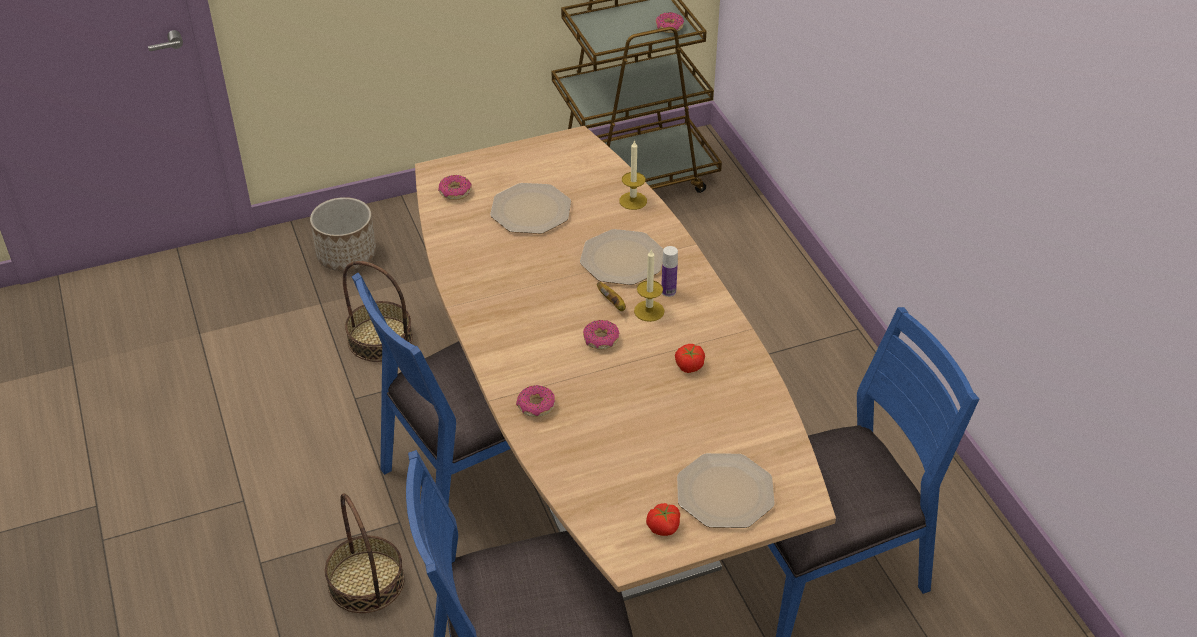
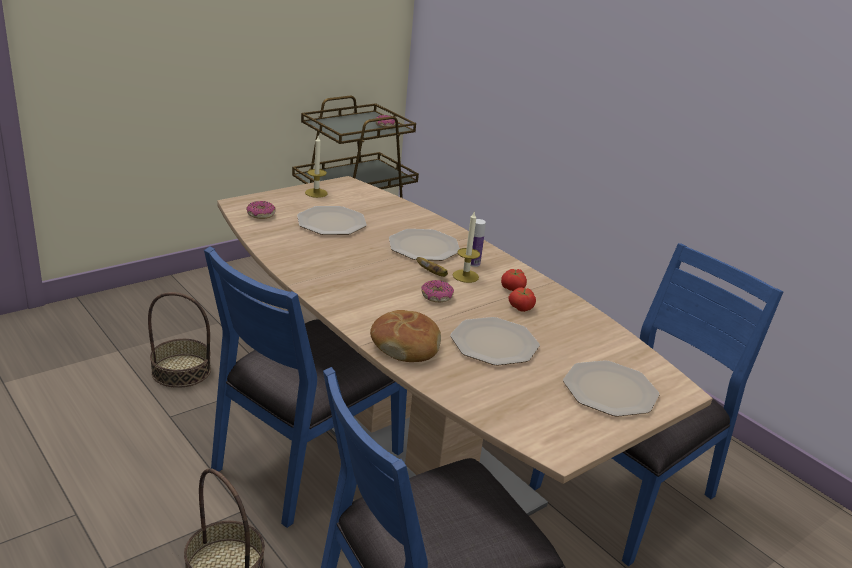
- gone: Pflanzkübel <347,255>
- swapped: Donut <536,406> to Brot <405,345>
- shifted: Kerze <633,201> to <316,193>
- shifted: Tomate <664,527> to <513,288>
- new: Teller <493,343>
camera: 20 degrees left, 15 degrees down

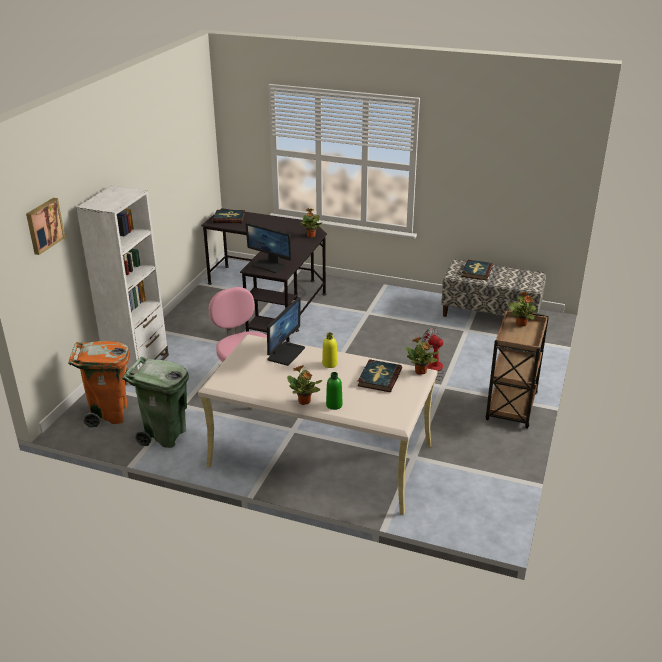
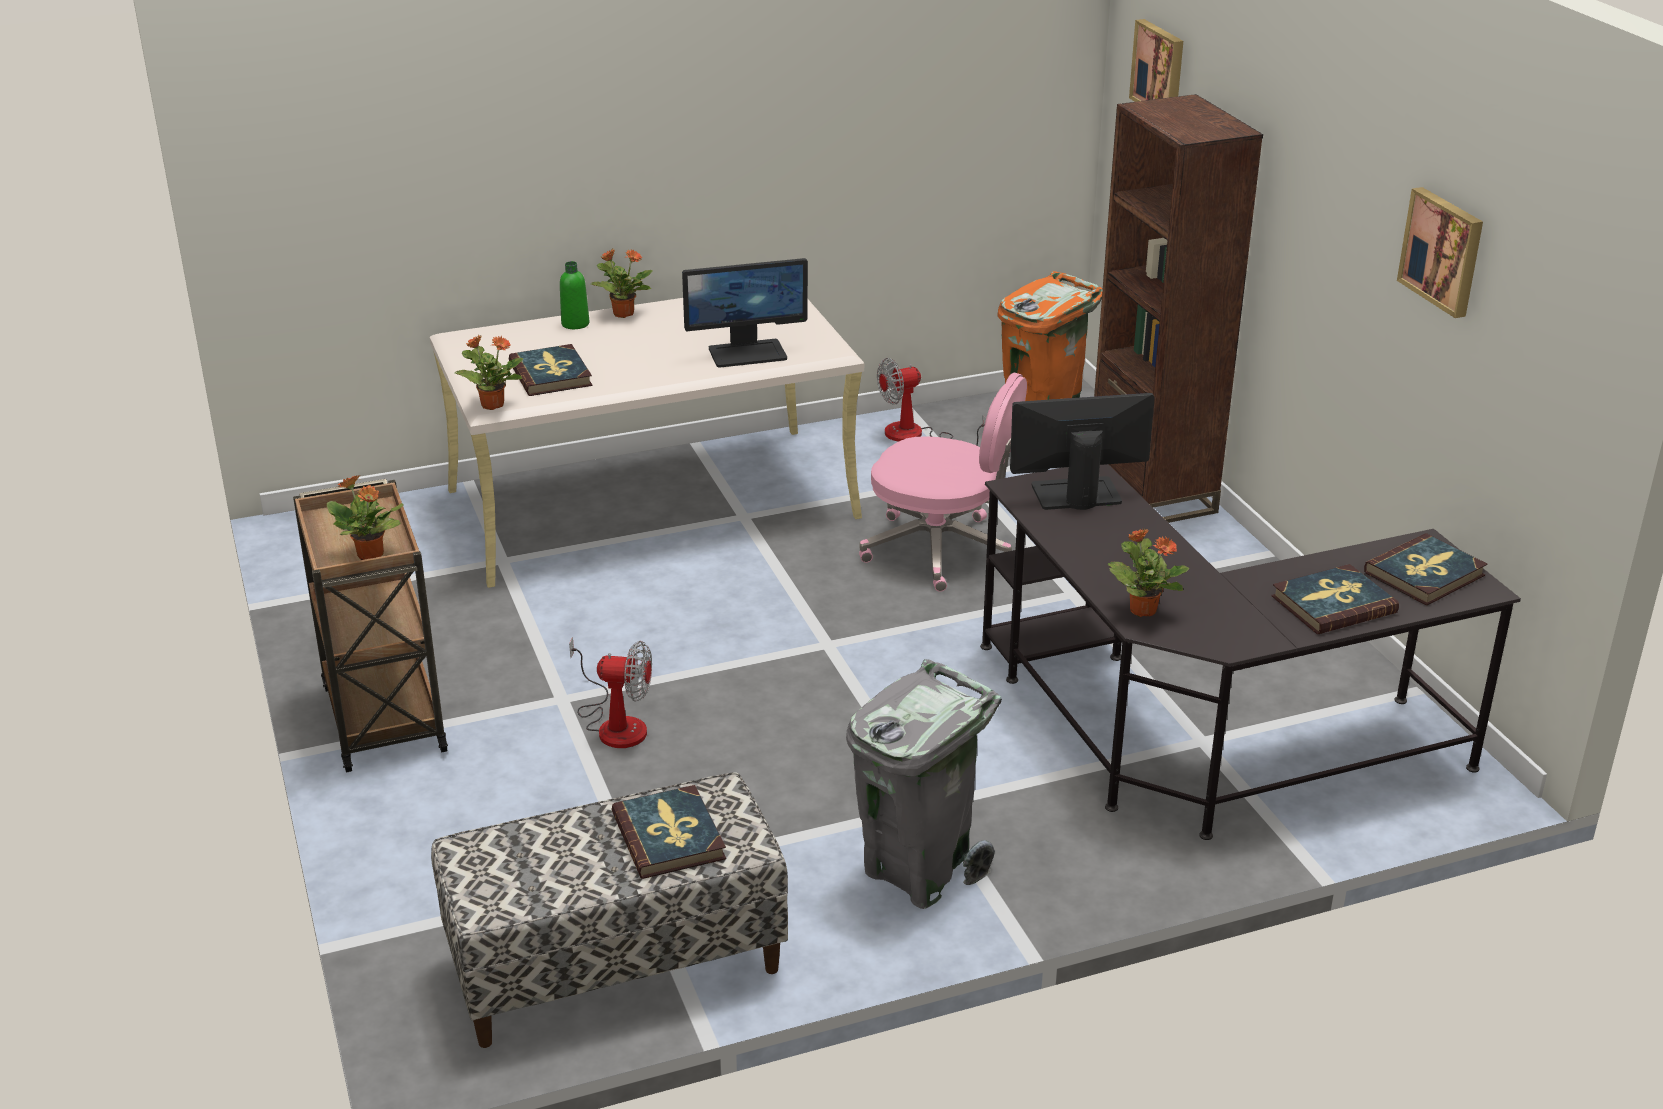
- repainted: Bücherregal/weiß <138,366> to Bücherregal/braun <1151,492>
- swapped: Mülleimer/grün <165,435> to Ventilator <916,436>
- rotated: Monitor <285,353> = <747,353> 90 degrees counterclockwise
- gone: Flasche/gelb <329,364>
- new: Mülleimer/grau <918,871>
- new: Buch <1333,604>
- new: Bild <1443,251>
camera: 140 degrees right, 0 degrees up

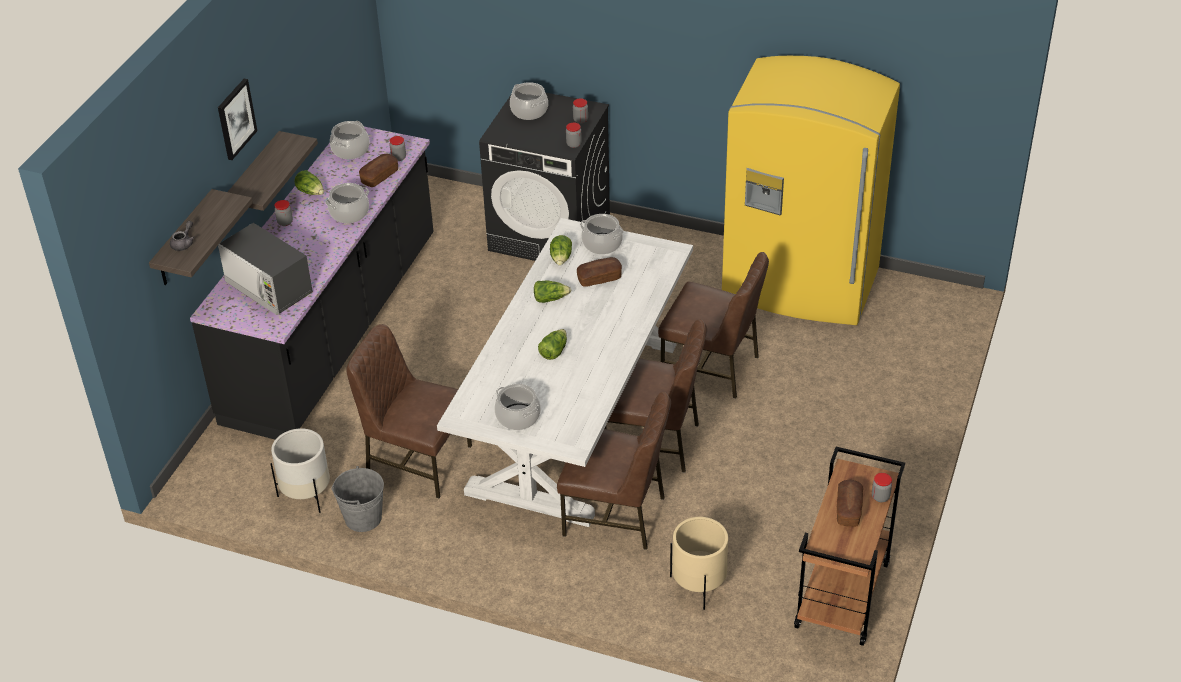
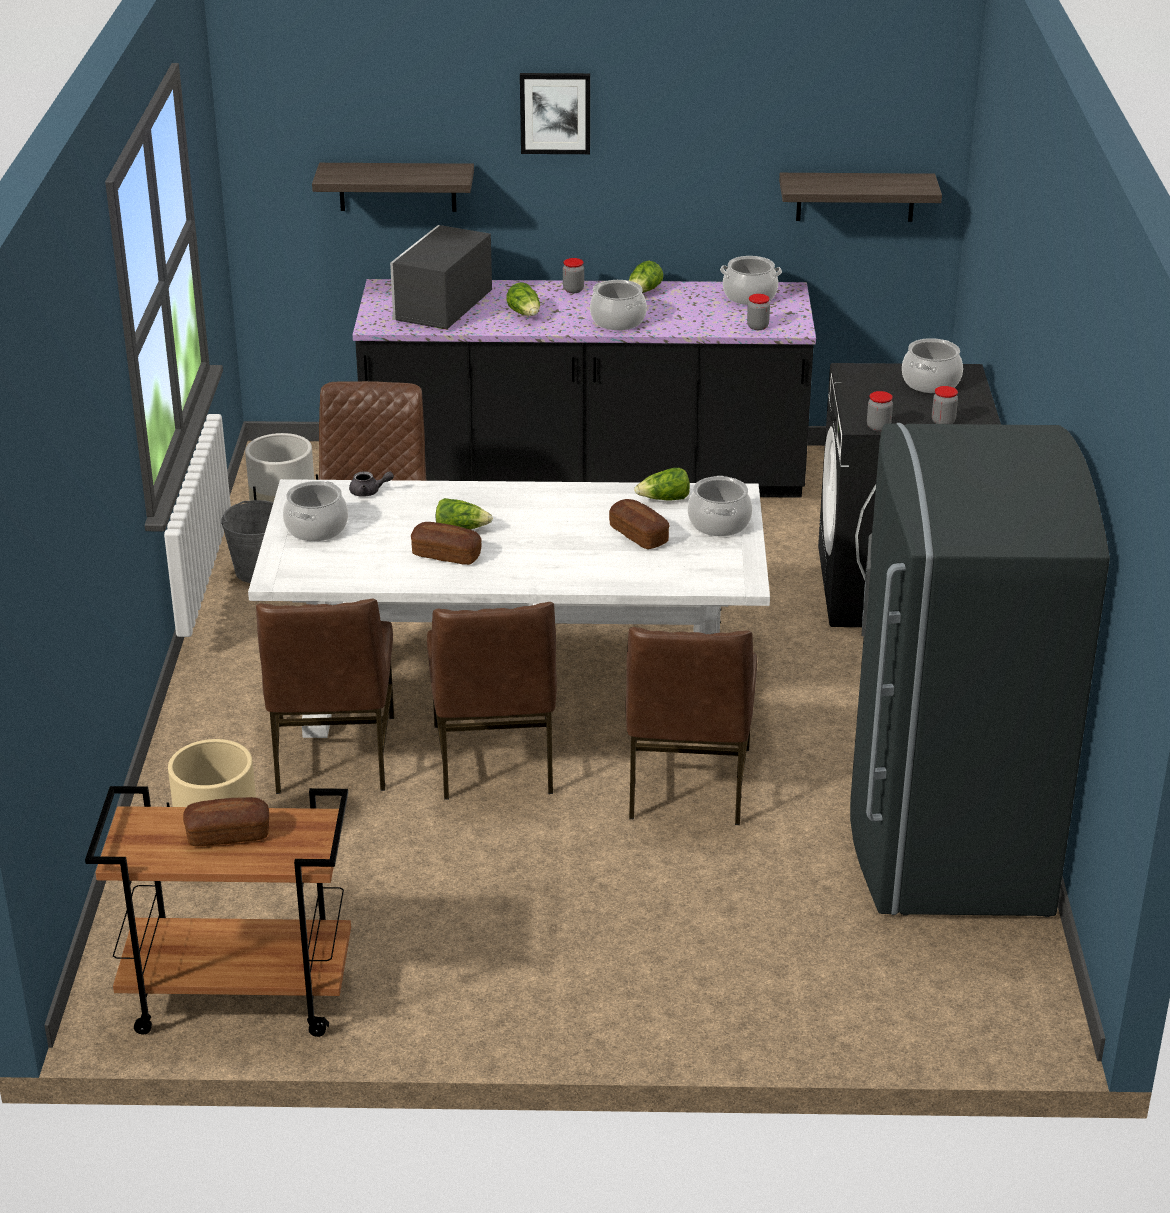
- shifted: Teekanne/grau <184,243> to <369,492>
- shifted: Wandregal <254,178> to <855,196>
- shifted: Brot <379,176> to <446,555>
- shifted: Salatkopf <550,298> to <525,314>
- repainted: Kühlschrank/gelb <800,286> to Kühlschrank/grau <944,839>
- gone: Vorratsglas <880,497>
camera: 70 degrees right, 10 degrees down

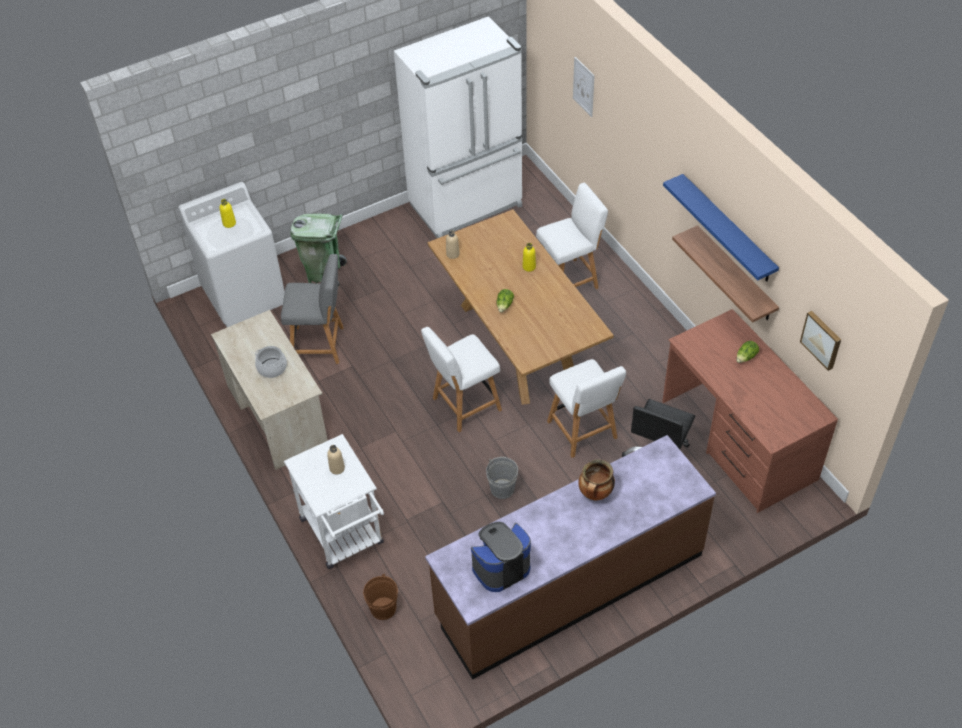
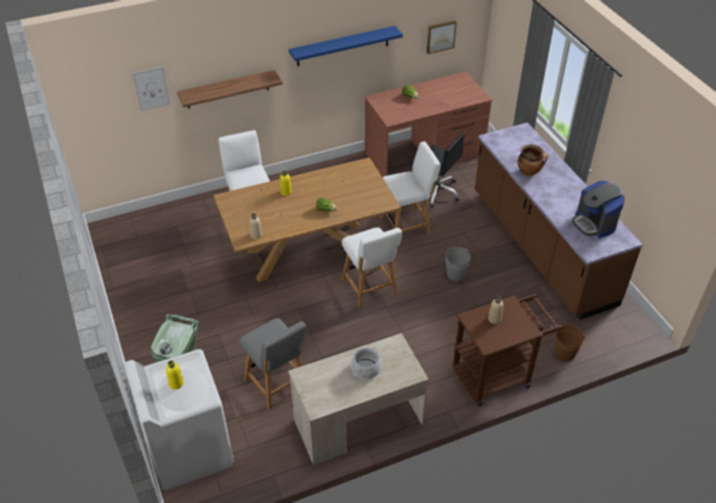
- rotated: Stuhl/grau <320,345> = <278,385> 135 degrees clockwise
- repainted: Rollwagen/weiß <345,536> to Rollwagen/braun <497,375>
- gone: Kühlschrank/weiß <467,206>
- shifted: Wandregal <735,274> to <227,89>
camera: 85 degrees left, 5 degrees down

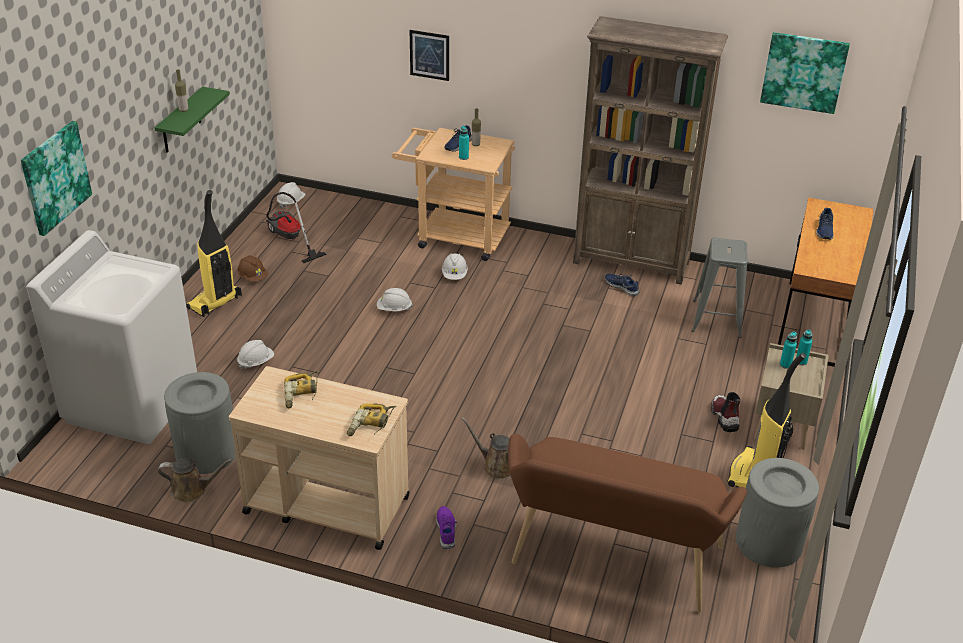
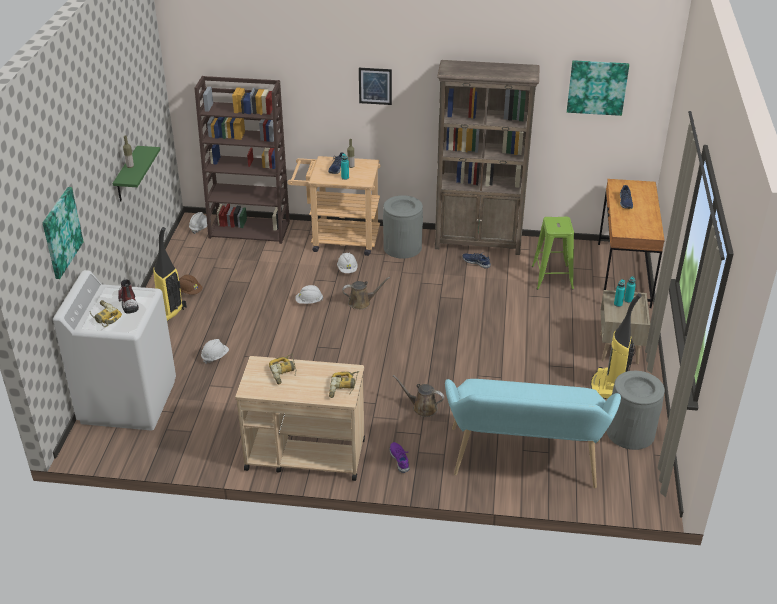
- shifted: Gießkanne/braun <192,490> to <362,302>
- shifted: Mülleimer/grau <207,452> to <402,247>
- gone: Staubsauger <289,239>
- shifted: Bild <429,55> to <375,86>
- repainted: Bank/braun <611,561> to Bank/türkis <524,463>
- repainted: Hocker/grau <716,319> to Hocker/grün <552,277>
- shifted: Stiefel <724,417> to <128,302>
- new: Bohrmaschine <104,317>
- new: Bücherregal/braun <250,229>
camera: 10 degrees left, 0 degrees up

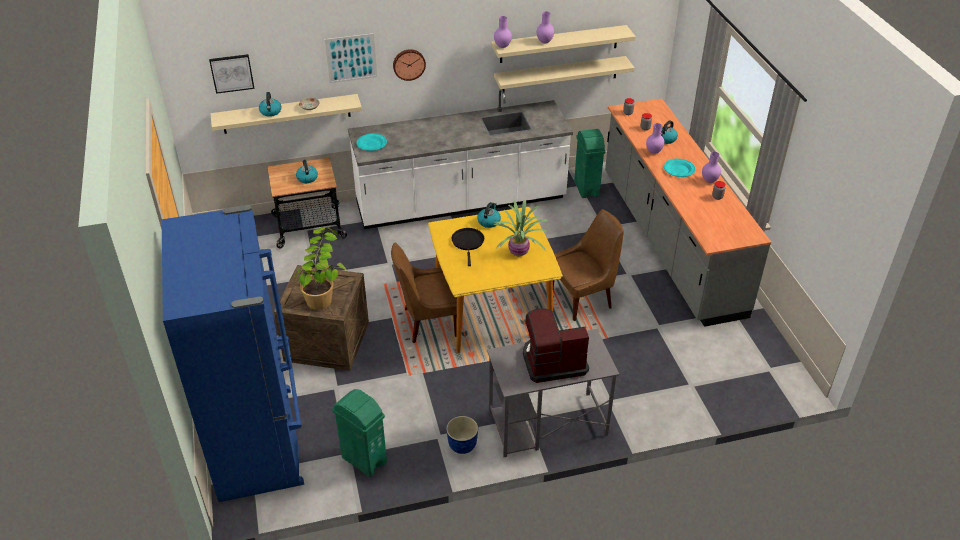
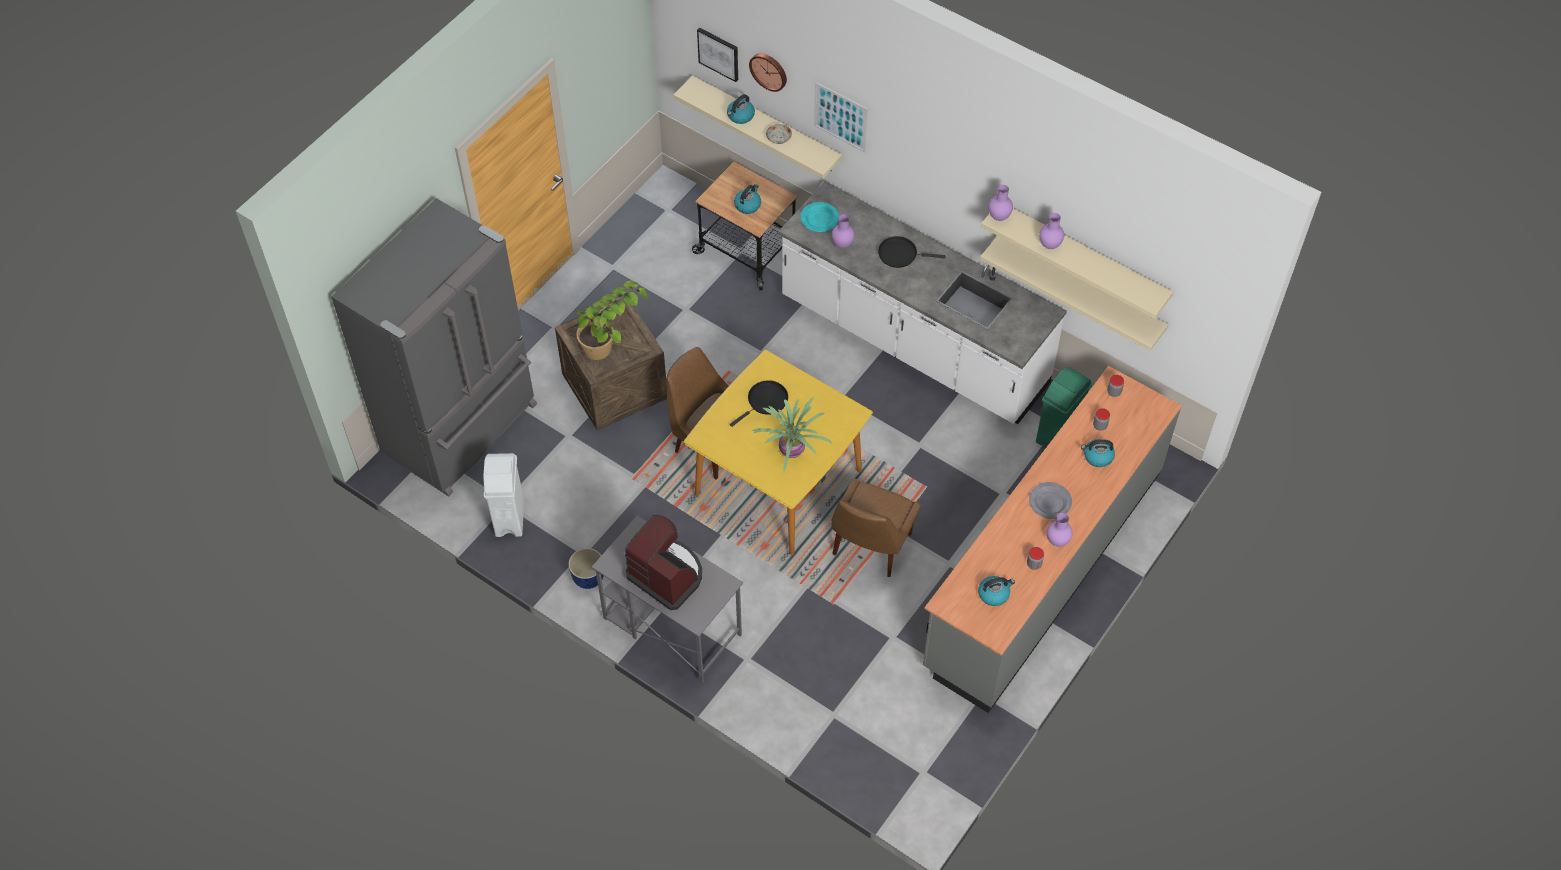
- repainted: Kühlschrank/blau <259,441> to Kühlschrank/grau <463,430>
- repainted: Mülleimer/grün <364,459> to Mülleimer/weiß <510,518>
- shifted: Wanduhr <409,64> to <769,71>
- shifted: Wasserkessel <489,221> to <994,594>
- rotated: Stuhl/braun <583,298> = <870,546> 90 degrees clockwise
- shifted: Vase/lila <654,152> to <842,244>
- repainted: Teller/türkis <679,169> to Teller/grau <1050,502>
- new: Pfanne/schwarz <900,254>
camera: 50 degrees right, 15 degrees up

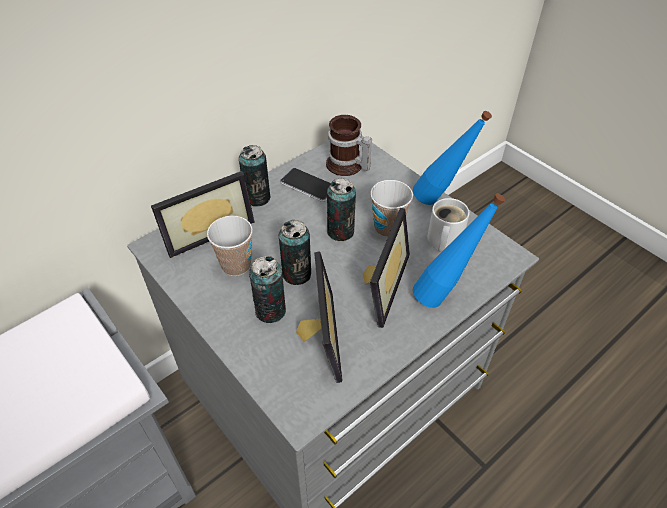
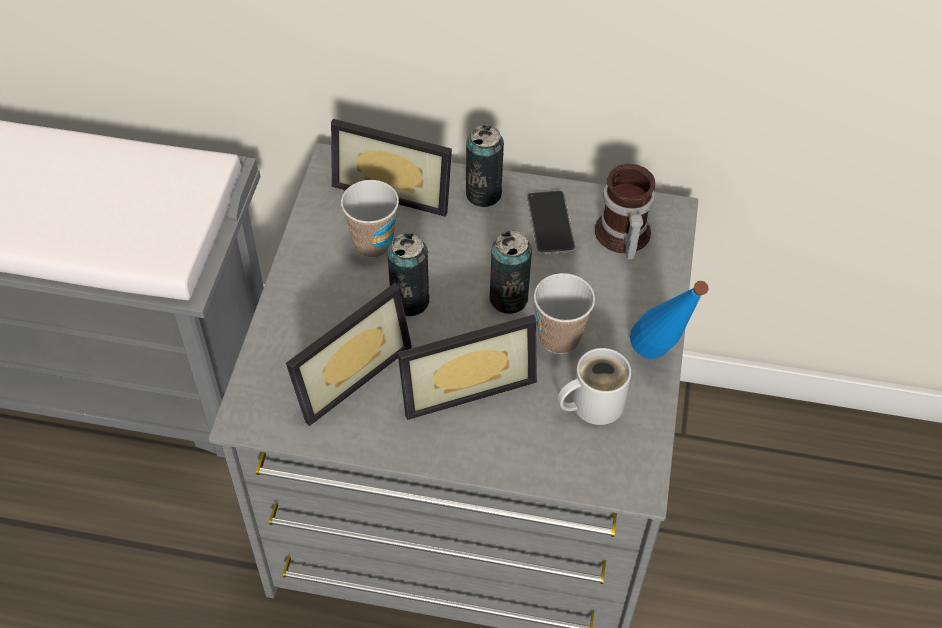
- gone: Dose <270,311>
- gone: Flasche/blau <444,295>
camera: 50 degrees right, 5 degrees up

